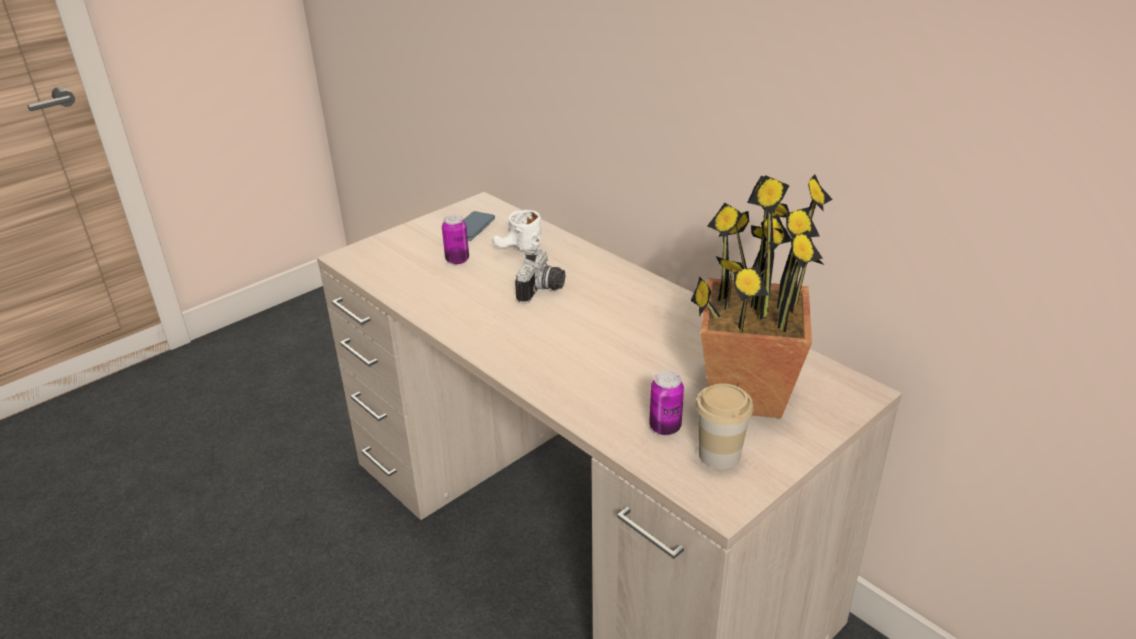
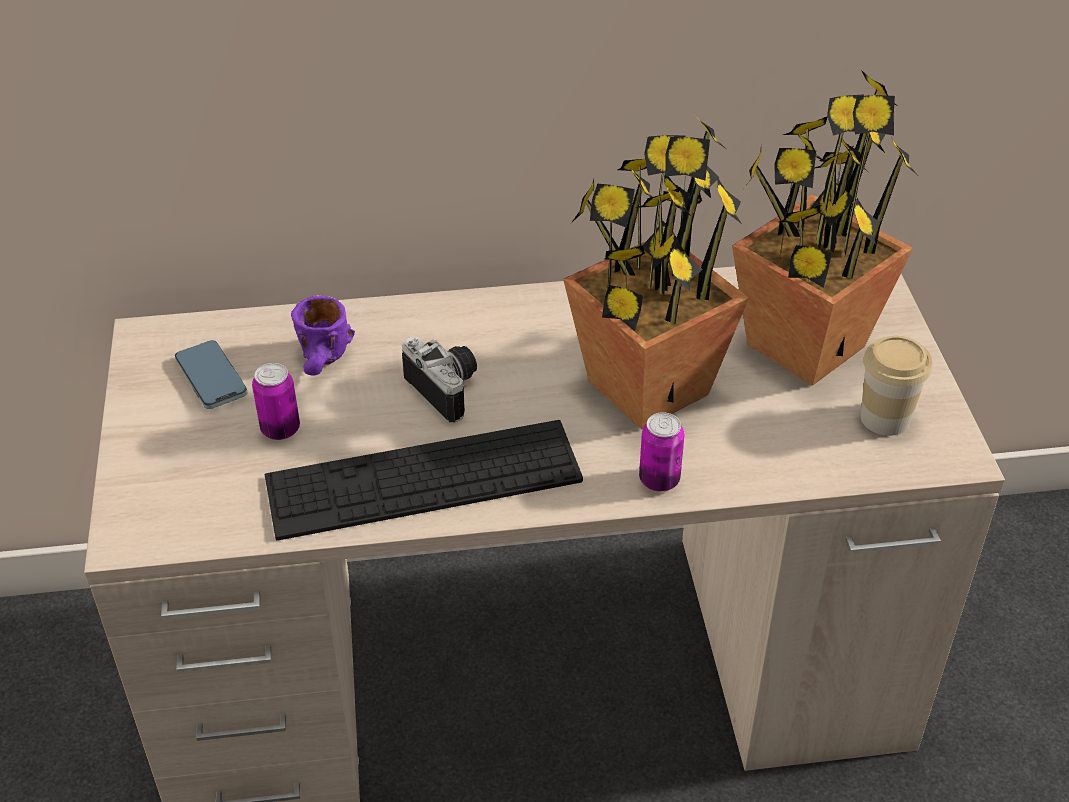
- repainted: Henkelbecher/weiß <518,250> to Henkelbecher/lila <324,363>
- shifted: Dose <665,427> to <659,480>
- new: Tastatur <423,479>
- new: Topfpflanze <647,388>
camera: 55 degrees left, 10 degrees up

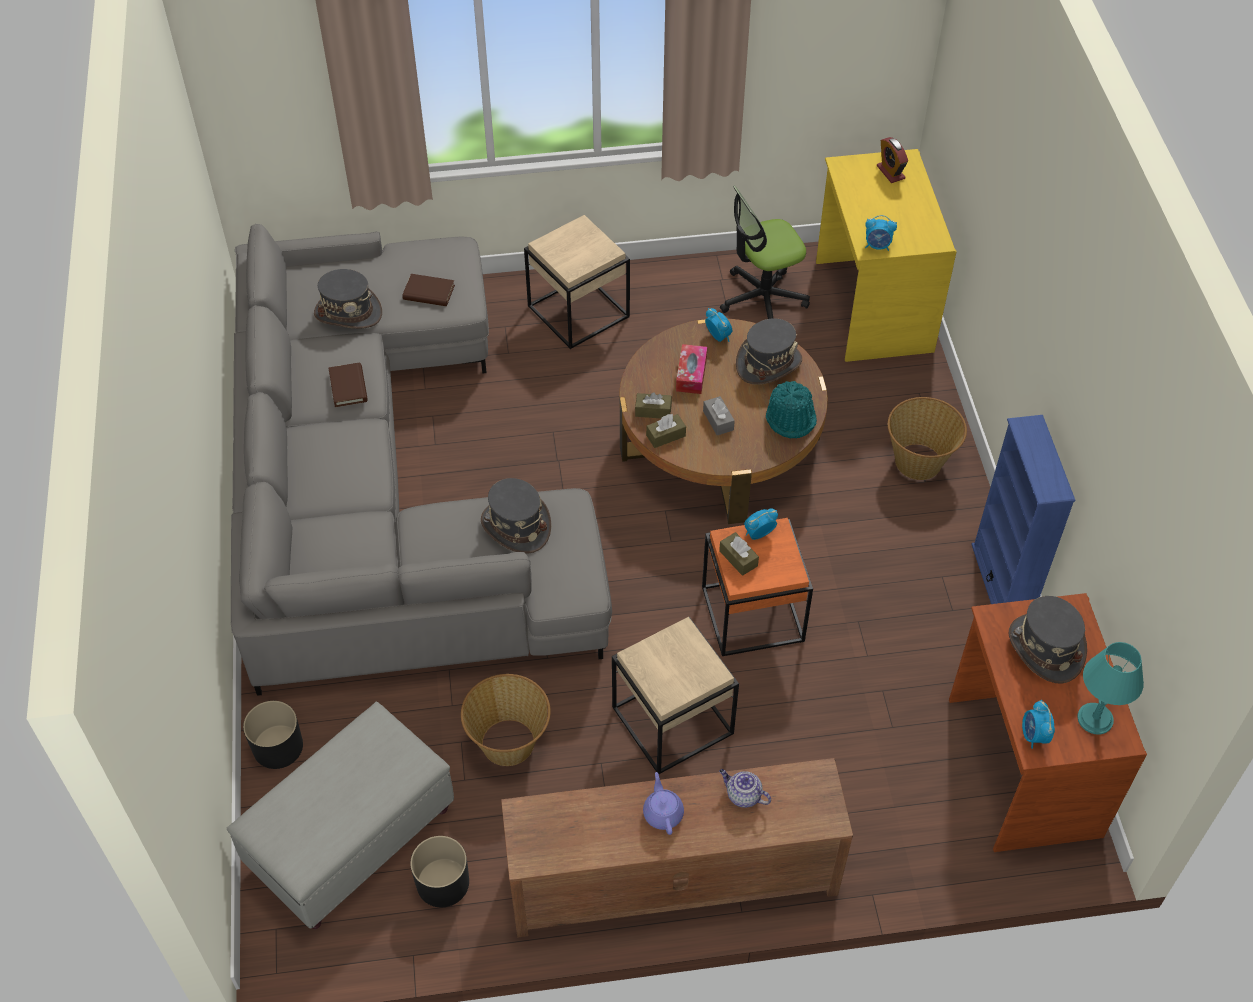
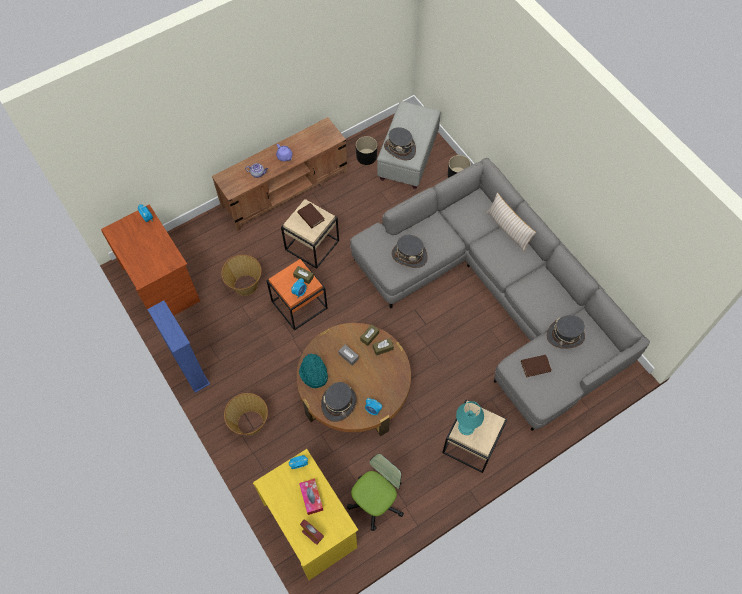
- shifted: Buch/braun <348,387> to <311,216>
- shifted: Korb <509,743> to <245,285>
- shifted: Taschentuchbox <691,374> to <311,498>
- shifted: Hut/grau <1045,648> to <400,149>
- shifted: Tischlampe/türkis <1095,718> to <466,427>
- new: Kissen/beige <508,229>
camera: 155 degrees right, 10 degrees up

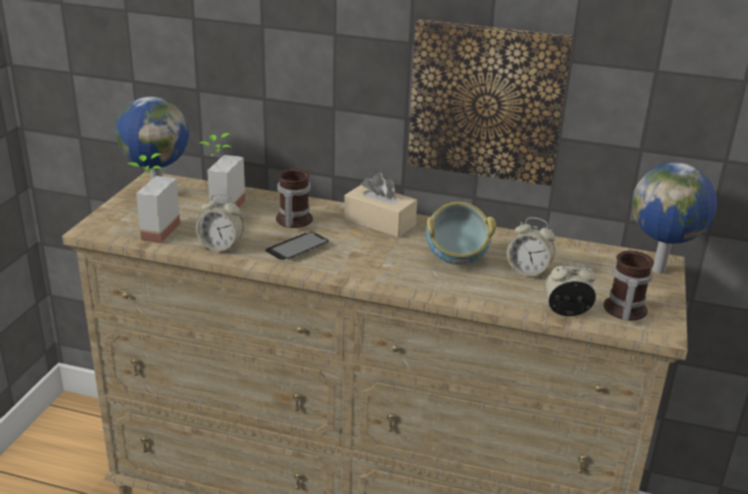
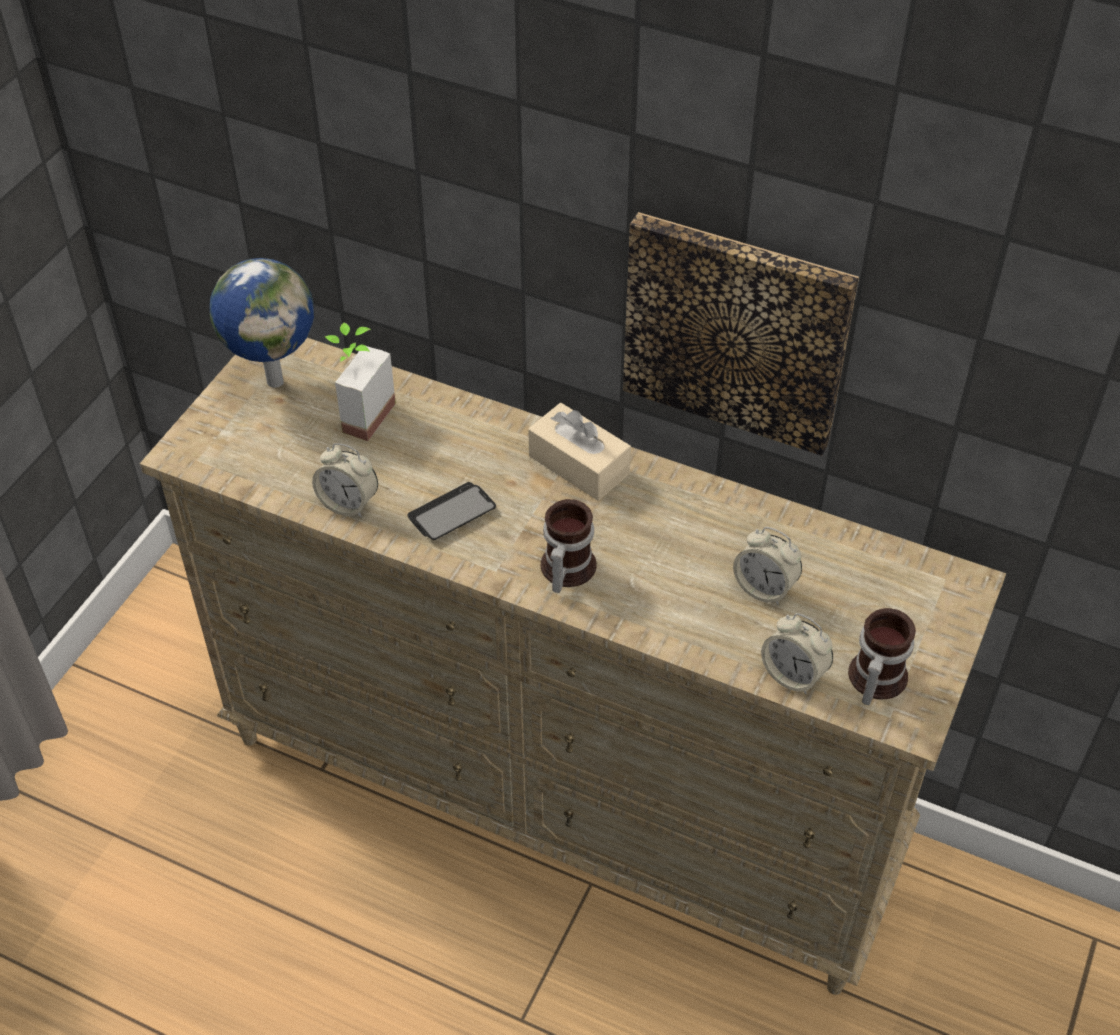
- gone: Topfpflanze <152,230>
- shifted: Henkelbecher <291,221> to <564,569>
- gone: Schüssel <455,260>
- rotated: Wecker <566,312> = <793,675> 150 degrees counterclockwise
- gone: Globus <660,270>
camera: 10 degrees right, 20 degrees up

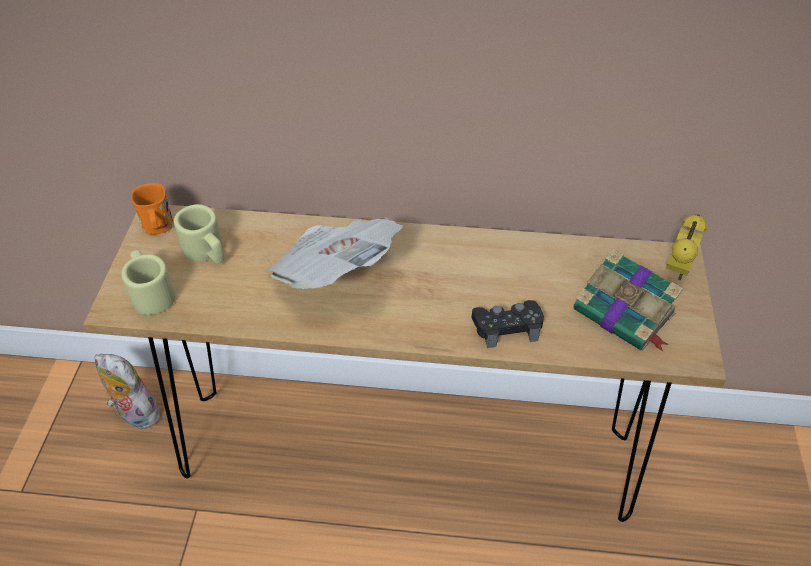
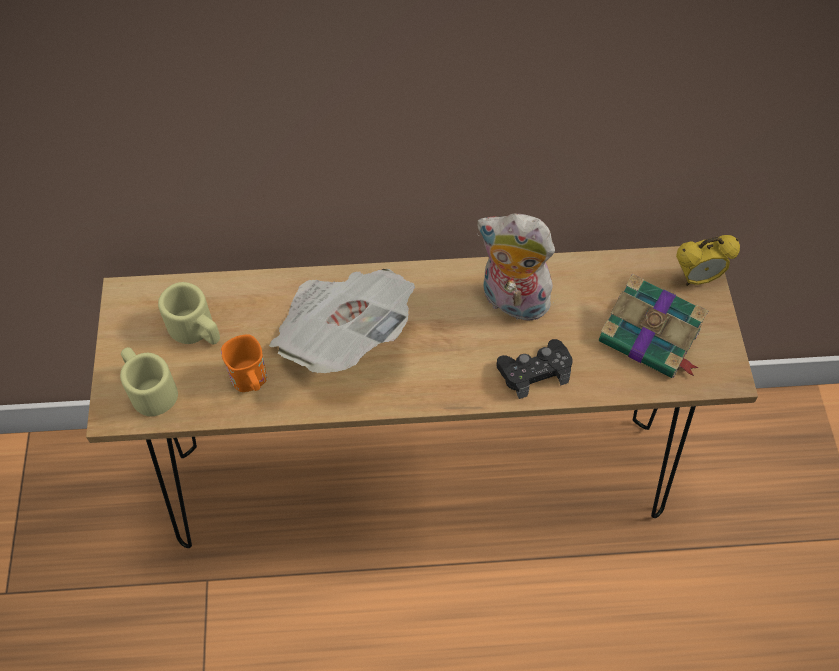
- shifted: Plüschtier <135,414> to <511,302>
- shifted: Henkelbecher/orange <158,228> to <251,381>
- rotated: Wecker <677,270> = <697,278> 60 degrees clockwise
camera: 10 degrees left, 10 degrees up

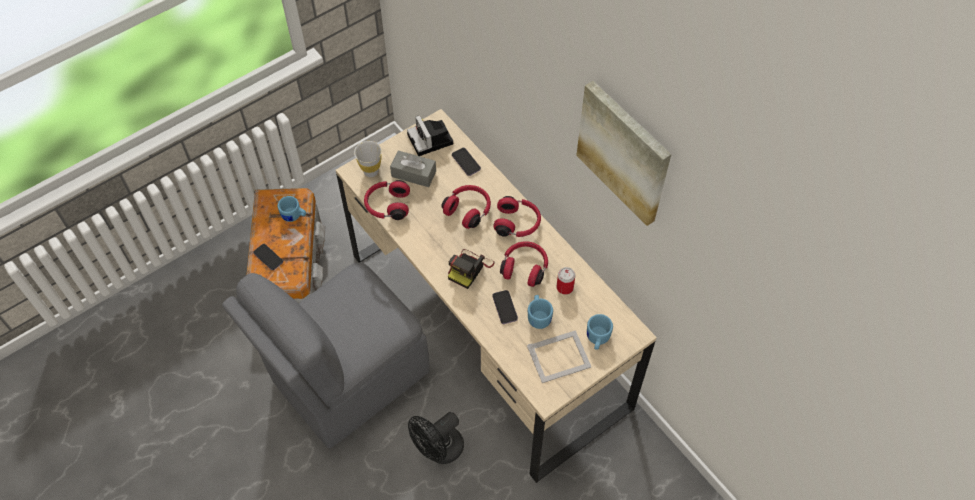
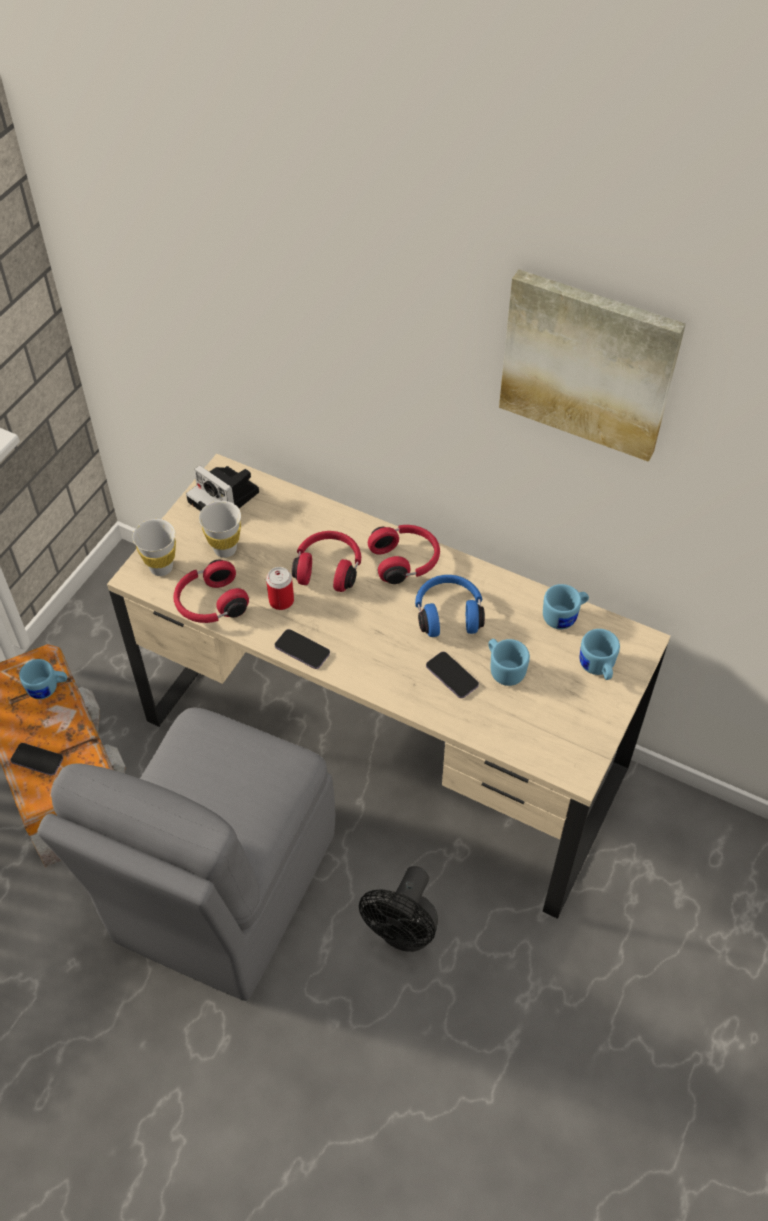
- swapped: Taschentuchbox/grau <413,174> to Tasse/weiß <225,549>
- gone: Kamera <469,268>
- shifted: Handy <466,162> to <302,650>
- repainted: Kopfhörer/rot <525,267> to Kopfhörer/blau <448,613>
- gone: Bilderrahmen <559,357>
- shifted: Dose <565,287> to <281,601>
- new: Henkelbecher/blau <564,616>
camera: 25 degrees left, 5 degrees down

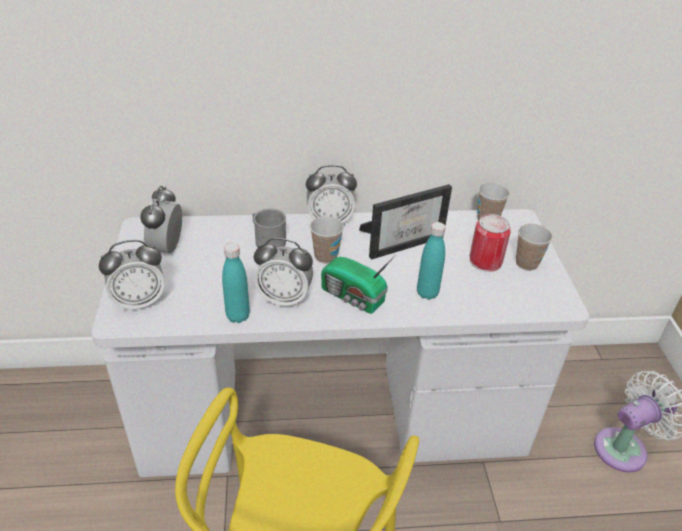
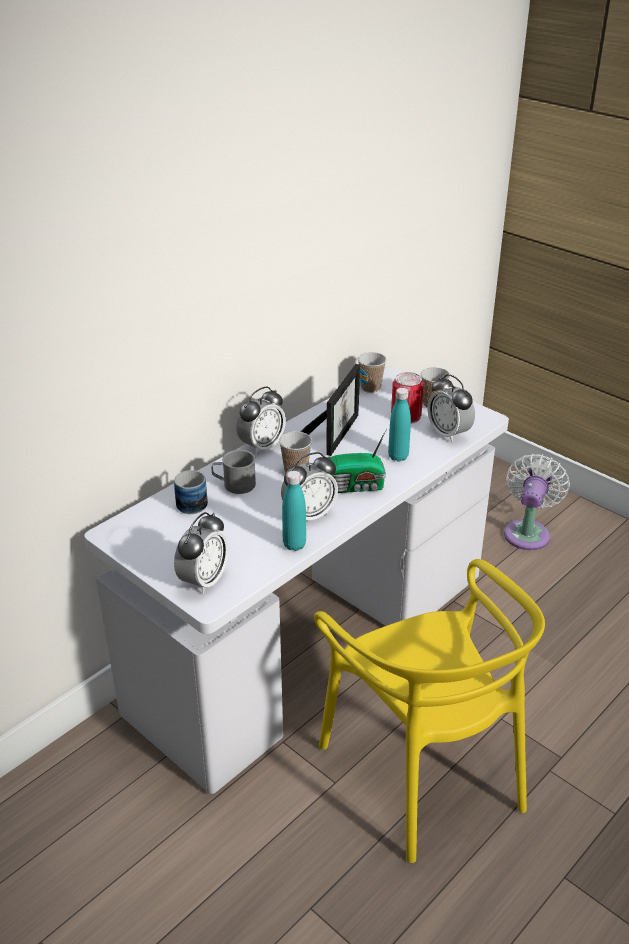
- shifted: Wecker <166,248> to <448,433>
- new: Henkelbecher <192,500>
camera: 40 degrees left, 5 degrees down

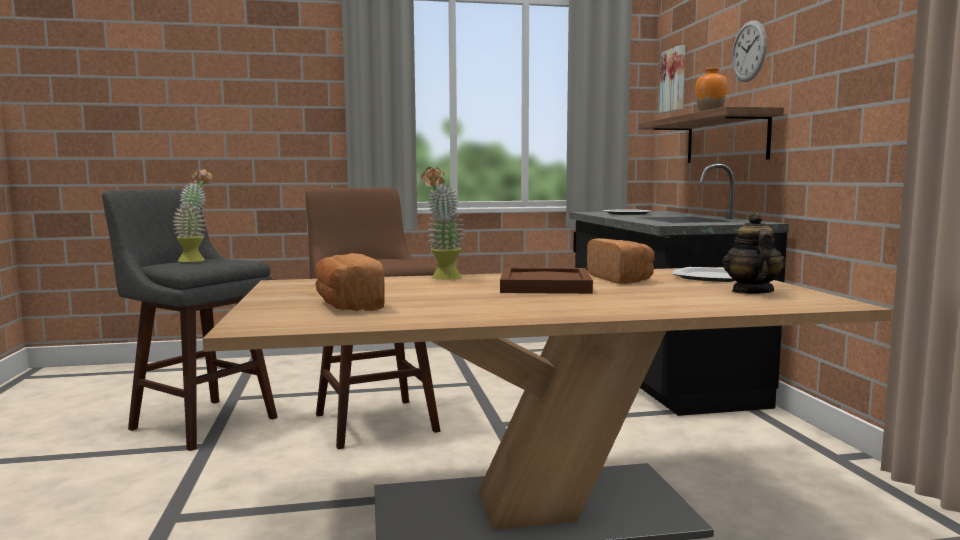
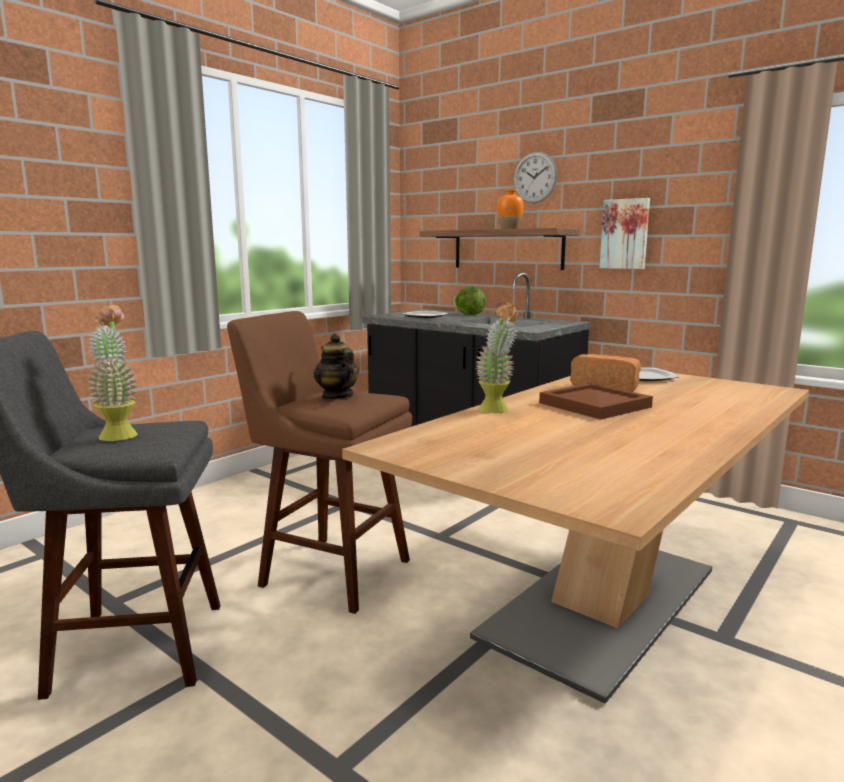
- gone: Brot <347,305>
- shifted: Bild <674,80> to <625,234>
- shifted: Teekanne <751,292> to <337,396>
- new: Salatkopf <469,314>
camera: 40 degrees left, 5 degrees up

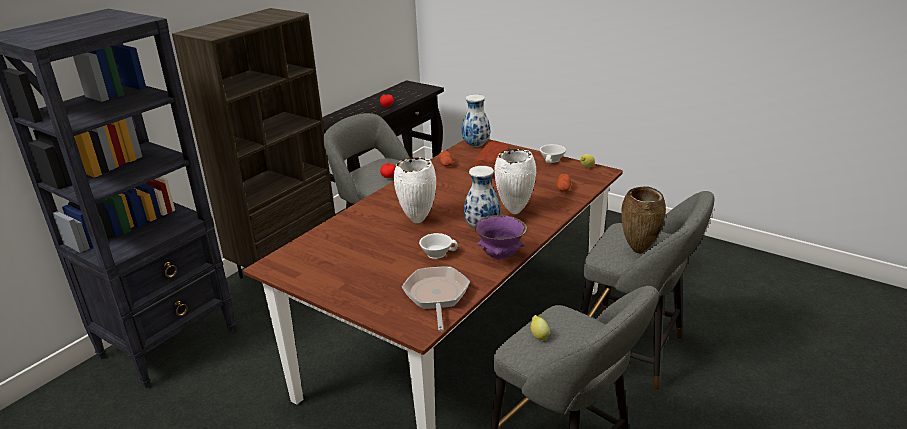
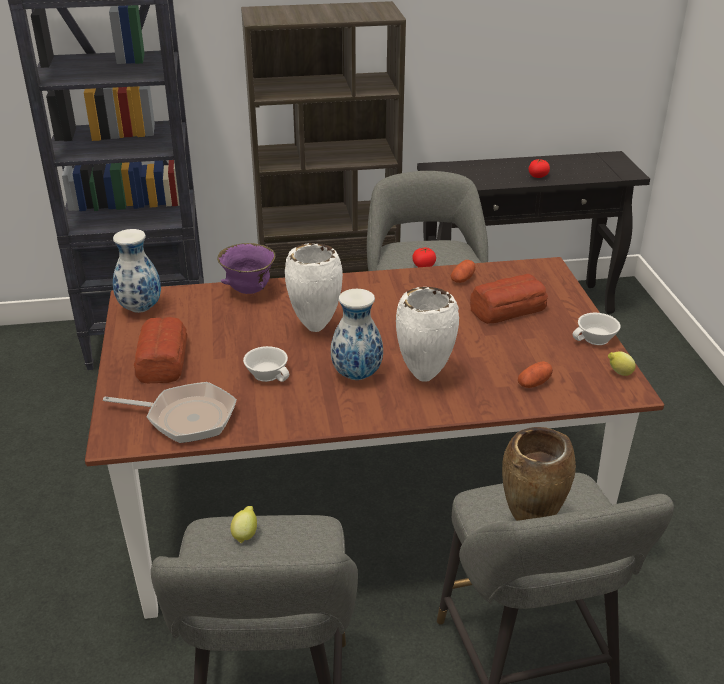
- rotated: Pfanne <436,296> = <185,417> 60 degrees clockwise
- shifted: Vase <476,145> to <141,309>
- shifted: Schüssel/lila <500,256> to <248,291>
- new: Brot <161,360>
camera: 45 degrees right, 5 degrees up

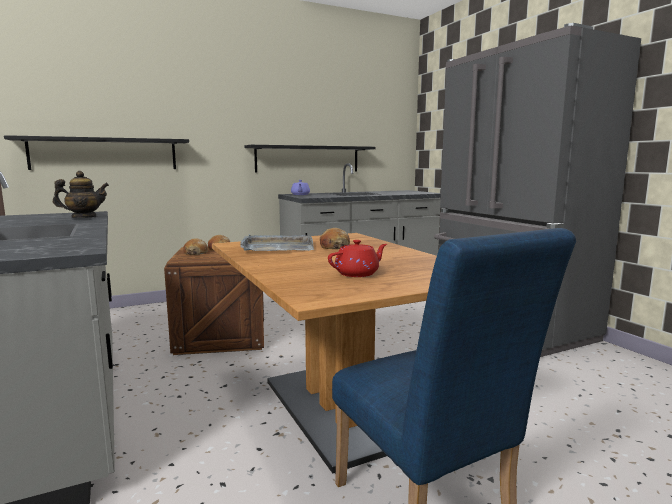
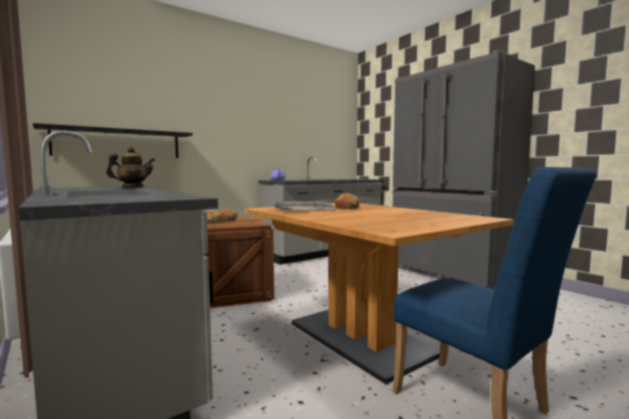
- gone: Wandregal/schwarz <308,159>
- gone: Teekanne/rot <358,273>
camera: 10 degrees left, 5 degrees down

